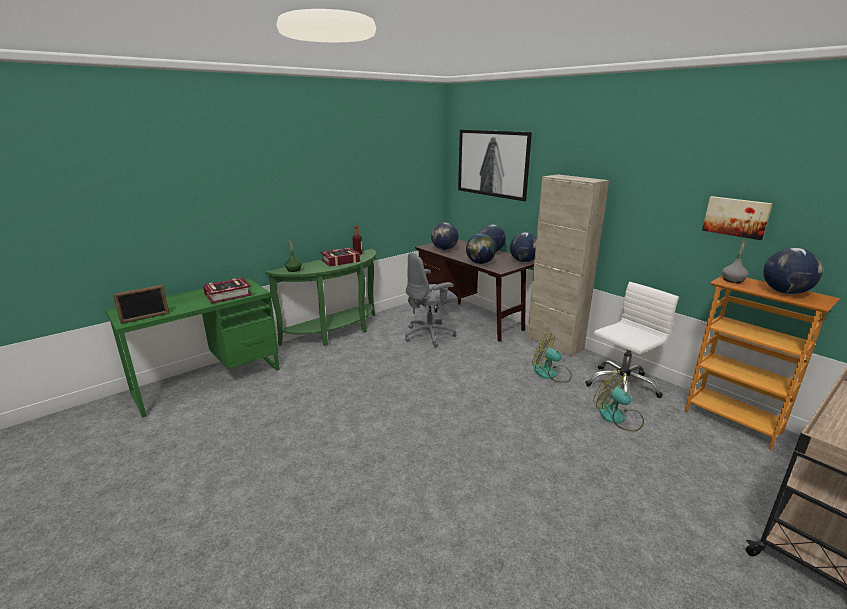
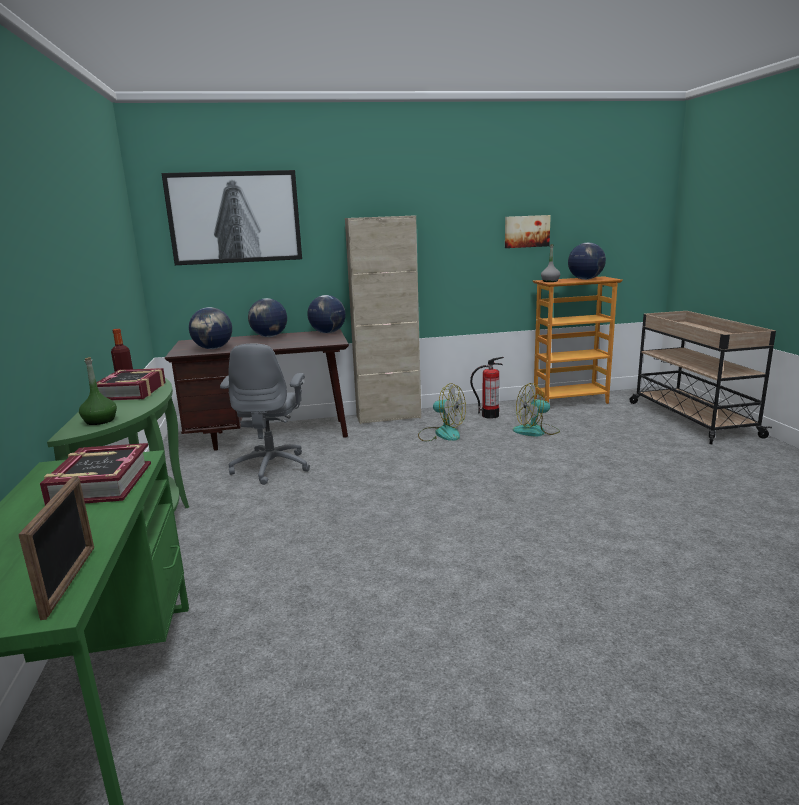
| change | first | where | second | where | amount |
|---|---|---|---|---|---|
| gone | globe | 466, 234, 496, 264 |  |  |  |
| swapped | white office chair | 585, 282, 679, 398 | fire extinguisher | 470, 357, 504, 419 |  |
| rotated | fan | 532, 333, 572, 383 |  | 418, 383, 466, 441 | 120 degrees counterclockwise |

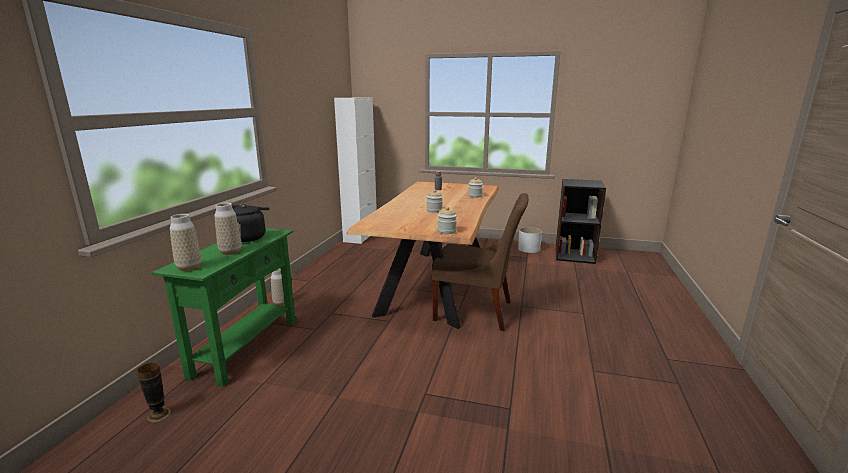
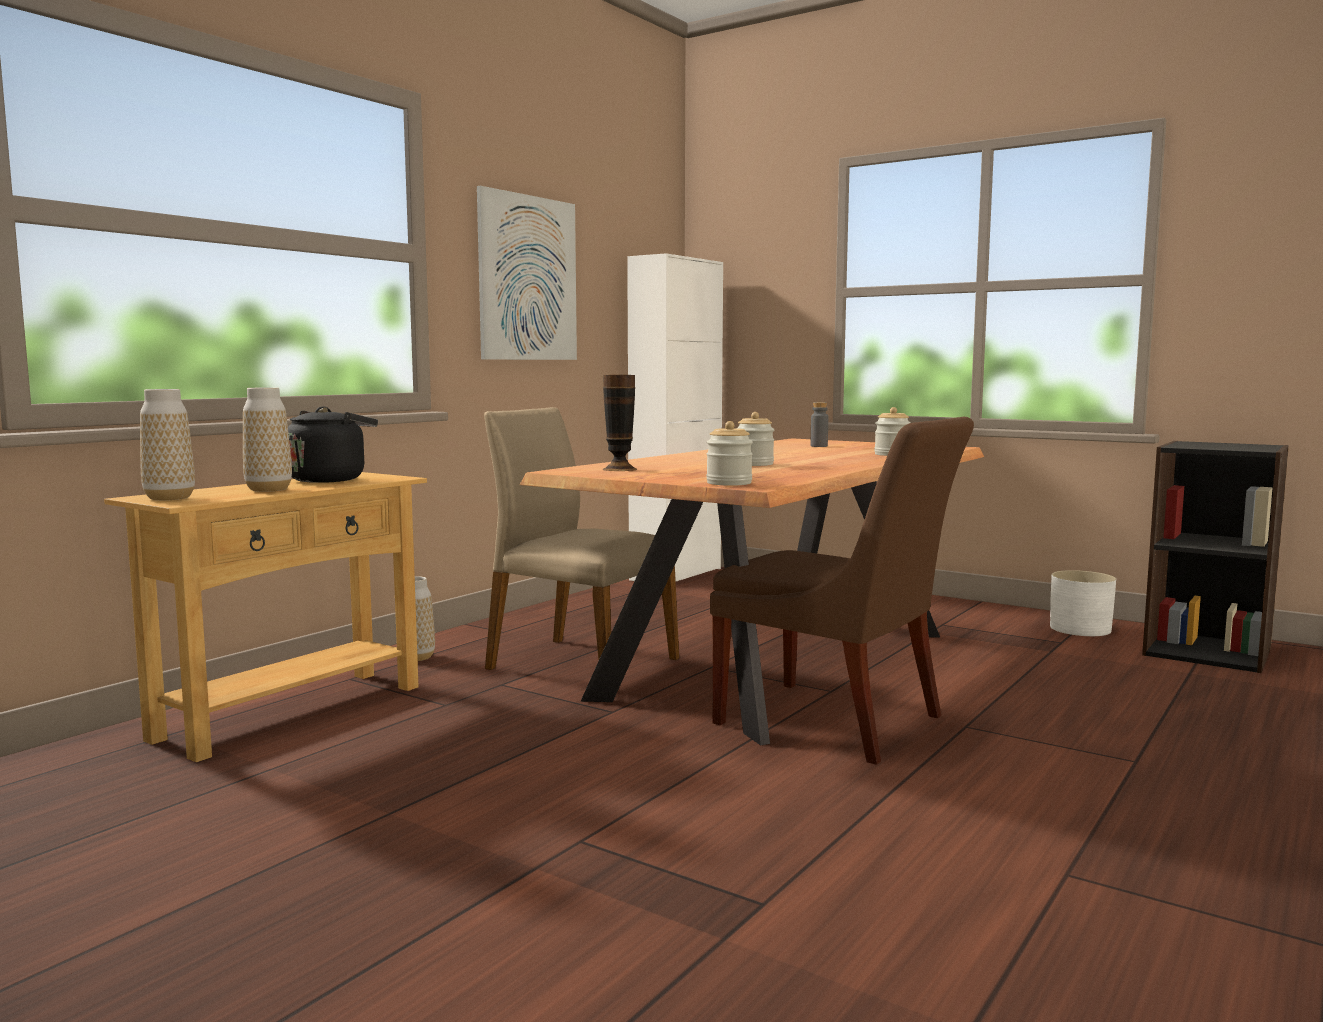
| change | first | where | second | where | amount |
|---|---|---|---|---|---|
| new |  |  | picture | 477, 186, 577, 360 |  |
| new |  |  | beige chair | 484, 407, 679, 670 |  |
| shifted | vase | 137, 363, 171, 422 |  | 602, 375, 637, 471 |  |
| repainted | green console table | 152, 228, 296, 387 | beige console table | 104, 472, 427, 762 |  |

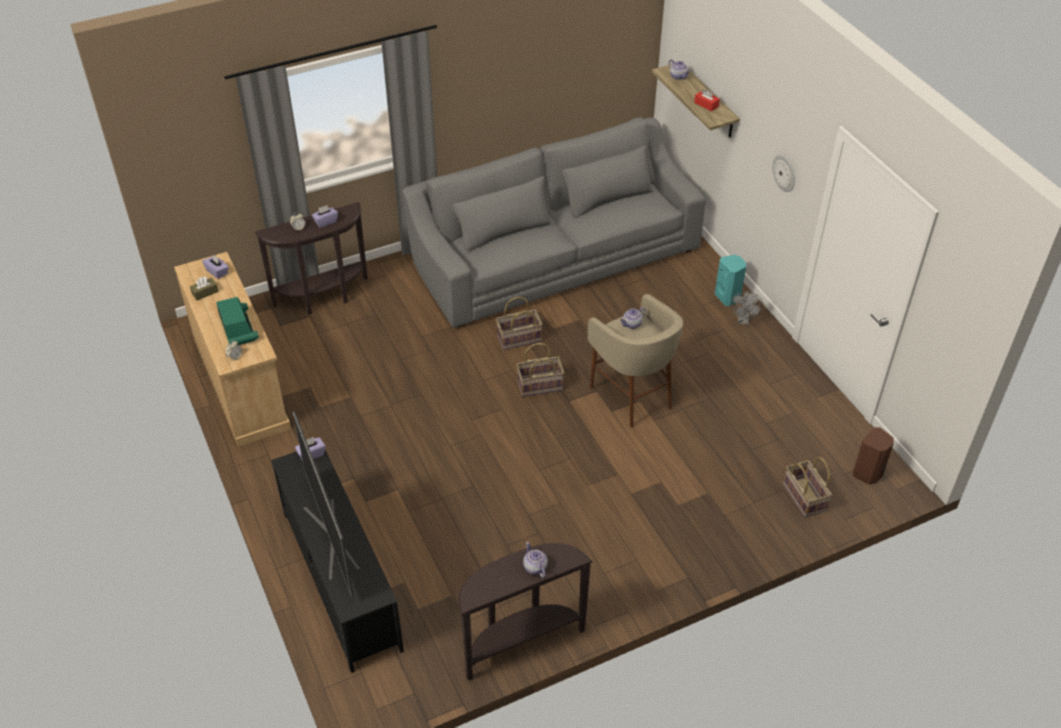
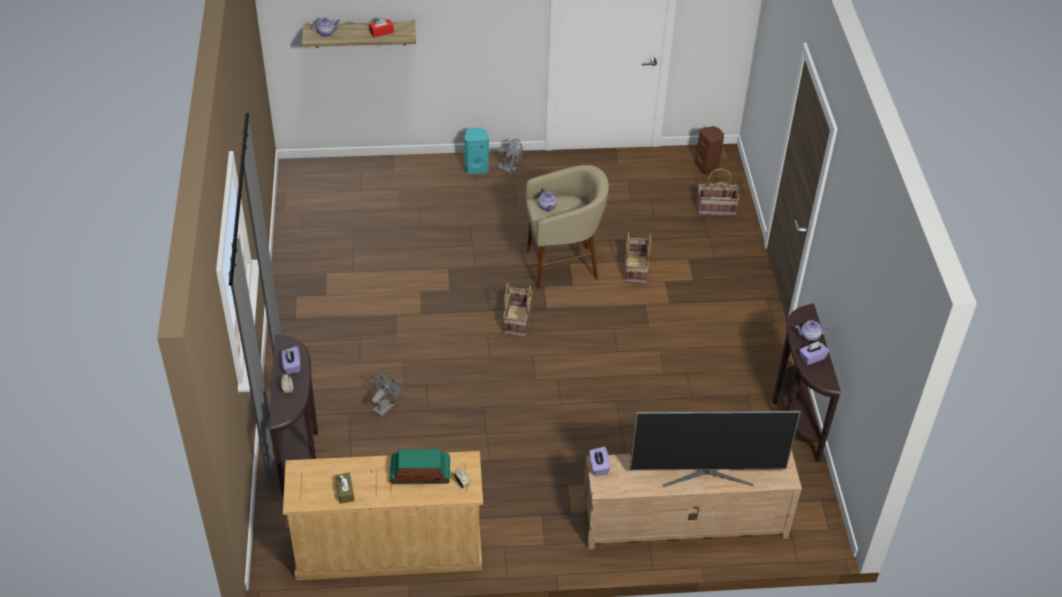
| change | first | where | second | where | amount |
|---|---|---|---|---|---|
| gone | grey sofa | 402, 117, 706, 328 |  |  |  |
| gone | wall clock | 772, 155, 795, 192 |  |  |  |
| new |  |  | grey fan | 371, 373, 402, 417 |  |
| shifted | purple tissue box | 202, 254, 229, 279 |  | 799, 341, 829, 365 |  |
| shifted | basket | 496, 297, 543, 350 |  | 625, 232, 651, 284 |  |
| repainted | black tv stand | 271, 450, 404, 673 | beige tv stand | 582, 449, 802, 550 |  |

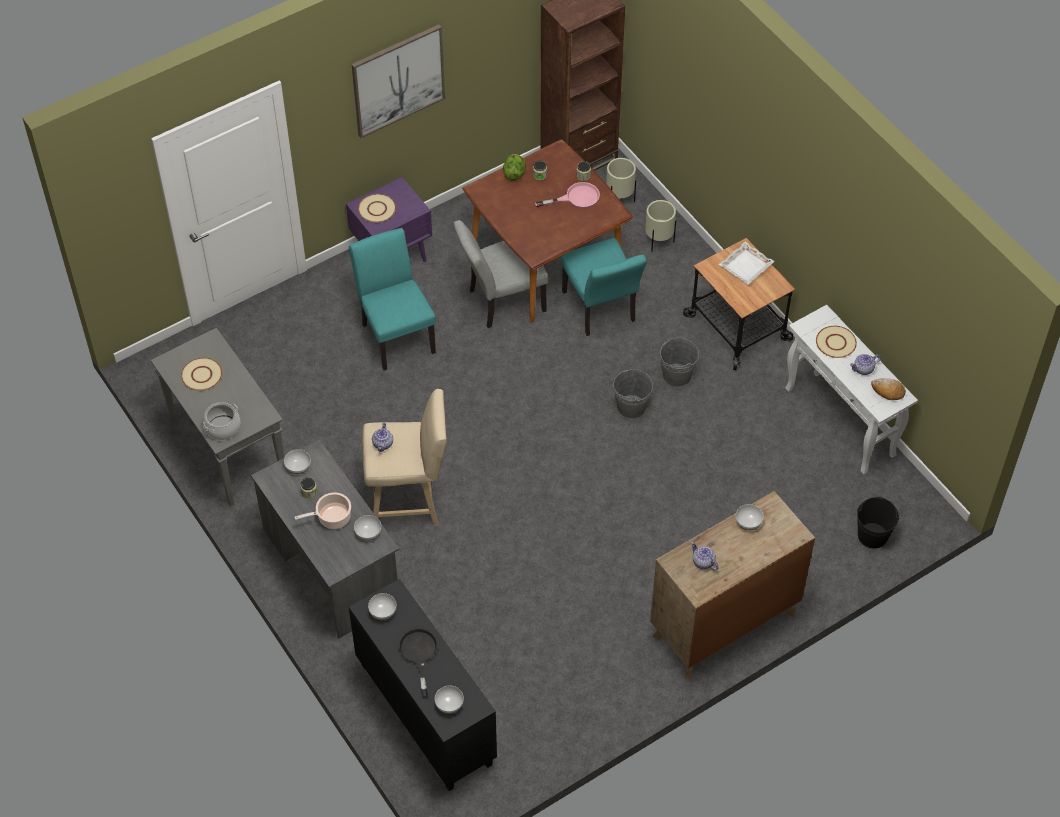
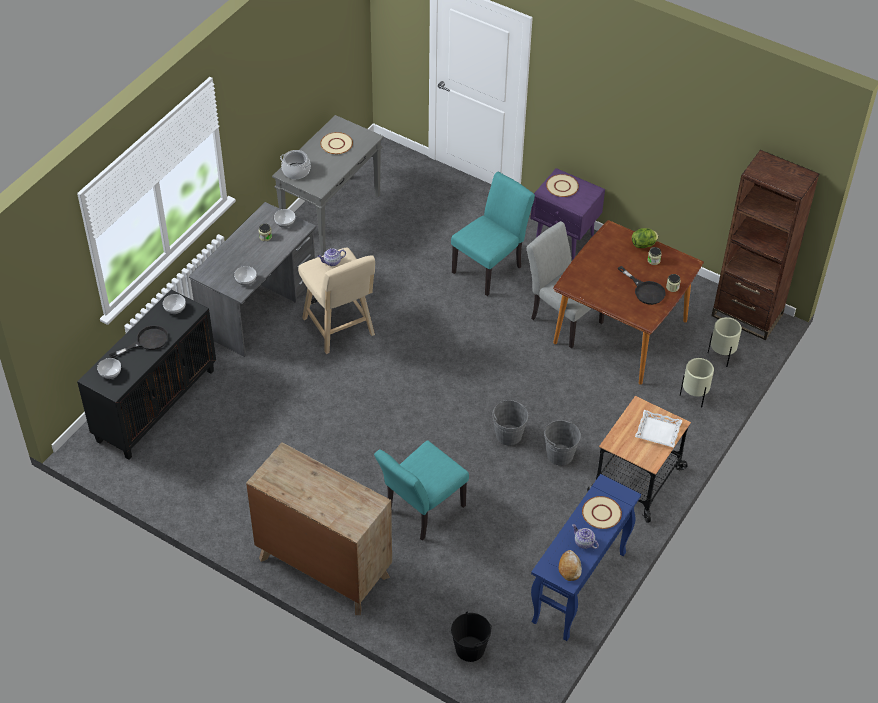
| change | first | where | second | where | amount |
|---|---|---|---|---|---|
| gone | cooking pot | 294, 492, 351, 529 |  |  |  |
| gone | picture | 352, 24, 445, 138 |  |  |  |
| gone | teapot | 691, 541, 719, 570 |  |  |  |
| gone | bowl | 736, 504, 764, 530 |  |  |  |
| shifted | turquoise chair | 561, 238, 647, 336 |  | 374, 440, 469, 541 |  |
| repainted | pink frying pan | 535, 182, 600, 208 | black frying pan | 618, 266, 665, 305 |  |
| repainted | white console table | 785, 305, 918, 475 | blue console table | 531, 474, 641, 641 |  |

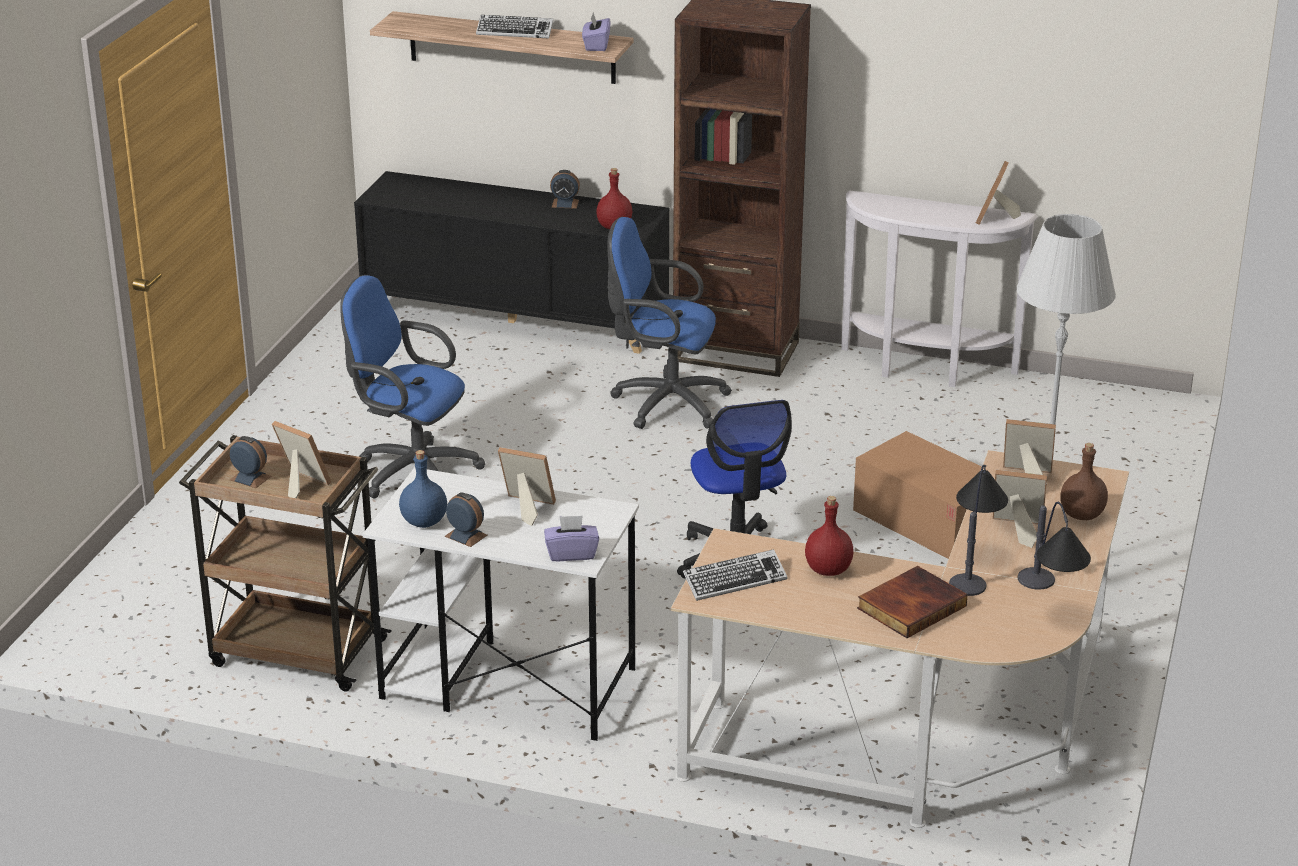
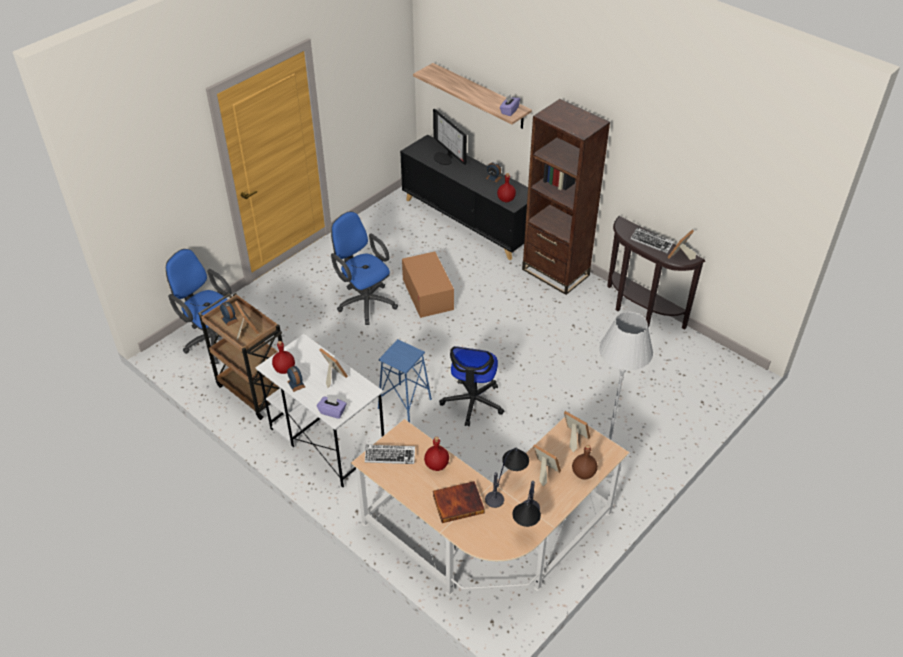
| change | first | where | second | where | amount |
|---|---|---|---|---|---|
| new |  |  | blue stool | 378, 339, 432, 423 |  |
| new |  |  | monitor | 433, 109, 467, 165 |  |
| shifted | keyboard | 476, 15, 553, 38 |  | 630, 227, 674, 253 |  |
| shifted | blue office chair | 607, 217, 732, 429 |  | 166, 249, 232, 364 |  |
| shifted | cardboard box | 853, 431, 982, 559 |  | 402, 251, 454, 318 |  |
| repainted | blue bottle | 399, 450, 447, 528 | red bottle | 272, 341, 295, 374 |  |
| repainted | white console table | 841, 190, 1038, 387 | brown console table | 607, 216, 705, 330 |  |

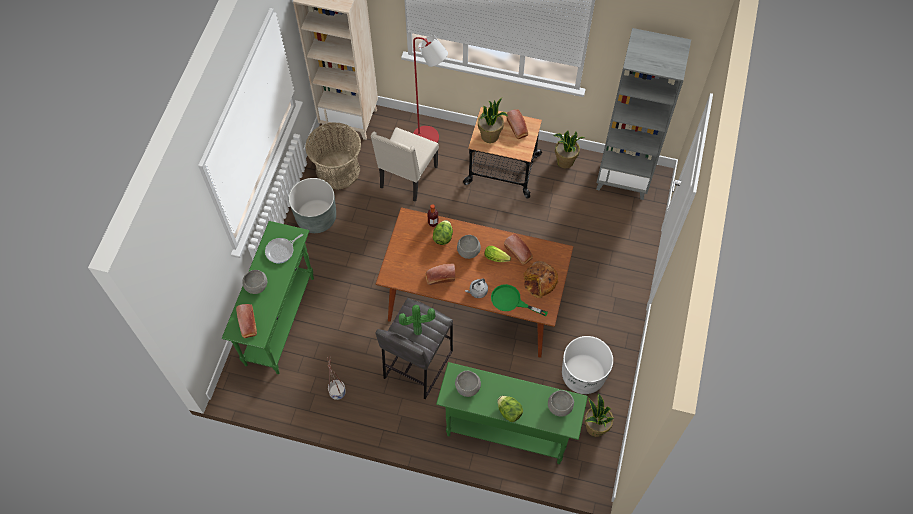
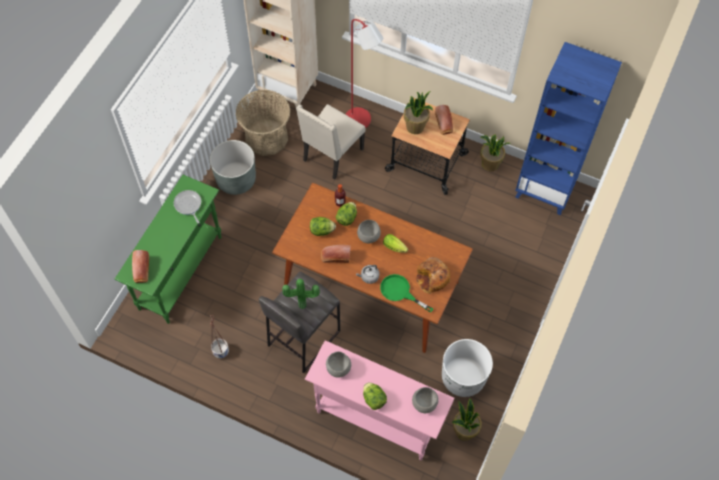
| change | first | where | second | where | amount |
|---|---|---|---|---|---|
| gone | grey bowl | 242, 270, 267, 294 |  |  |  |
| gone | bread | 504, 234, 533, 265 |  |  |  |
| new |  |  | lettuce | 310, 217, 336, 236 |  |
| repainted | green console table | 436, 362, 588, 464 | pink console table | 305, 340, 455, 461 |  |
| repainted | grey bookcase | 596, 28, 691, 200 | blue bookcase | 515, 42, 622, 215 |  |
| rotated | frying pan | 265, 234, 303, 263 |  | 174, 190, 201, 223 | 90 degrees clockwise |

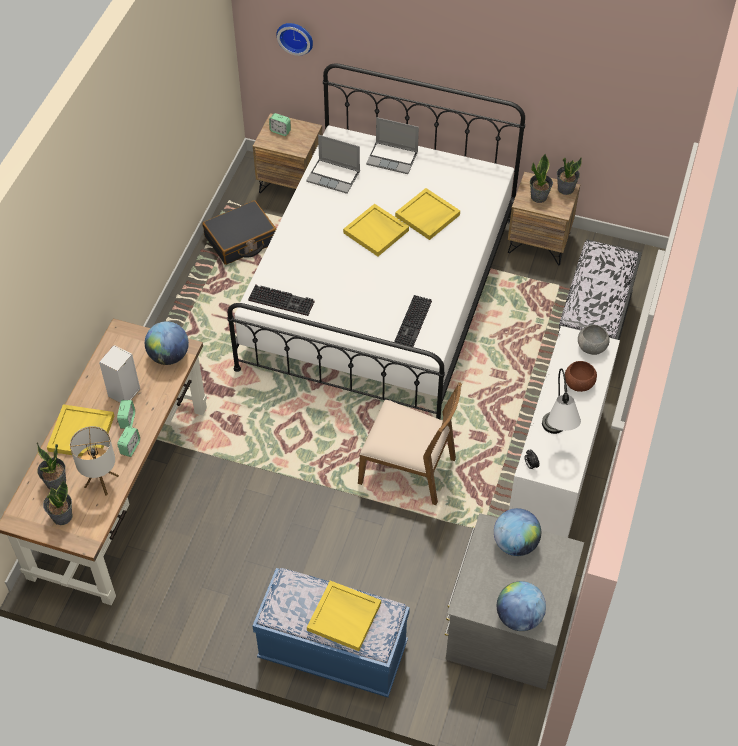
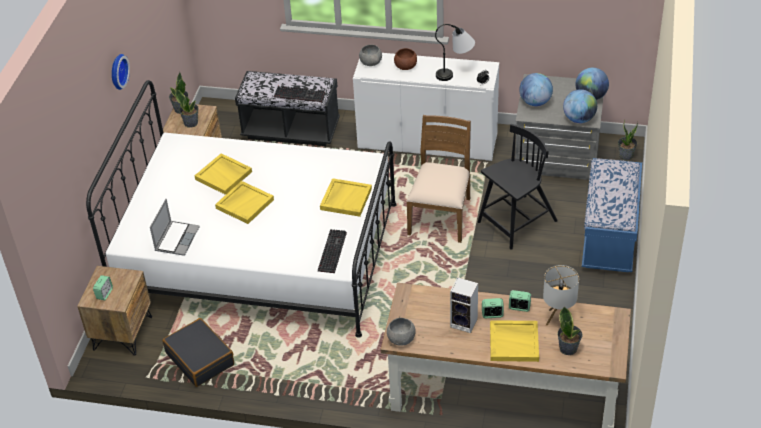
| change | first | where | second | where | amount |
|---|---|---|---|---|---|
| gone | laptop | 366, 117, 419, 174 |  |  |  |
| new |  |  | grey bowl | 387, 318, 416, 346 |  |
| new |  |  | black chair | 478, 124, 558, 250 |  |
| shifted | potted plant | 43, 480, 73, 525 |  | 618, 120, 638, 160 |  |
| shifted | globe | 145, 321, 189, 365 |  | 563, 89, 597, 123 |  |
| shifted | wall clock | 276, 23, 313, 56 |  | 112, 54, 130, 90 |  |
| shifted | yellow tray | 307, 581, 381, 651 |  | 320, 178, 372, 217 |  |
| shifted | keyboard | 394, 295, 432, 347 |  | 274, 86, 325, 102 |  |

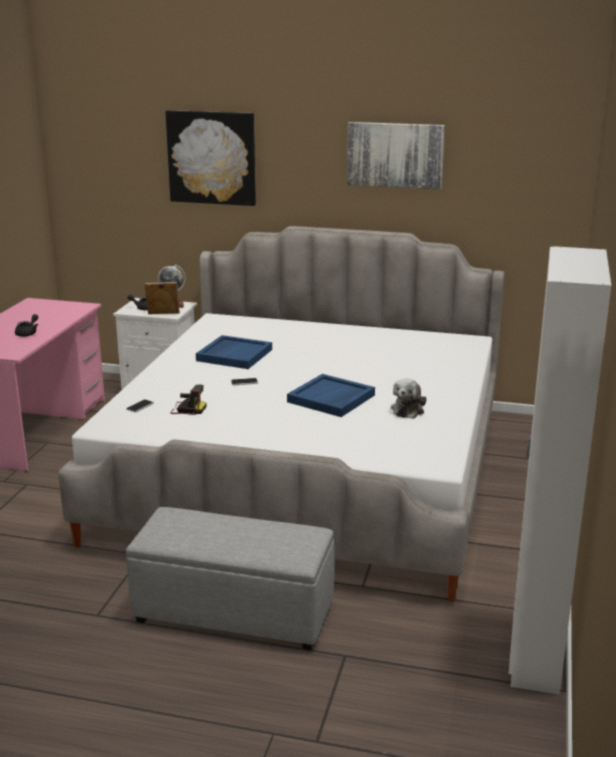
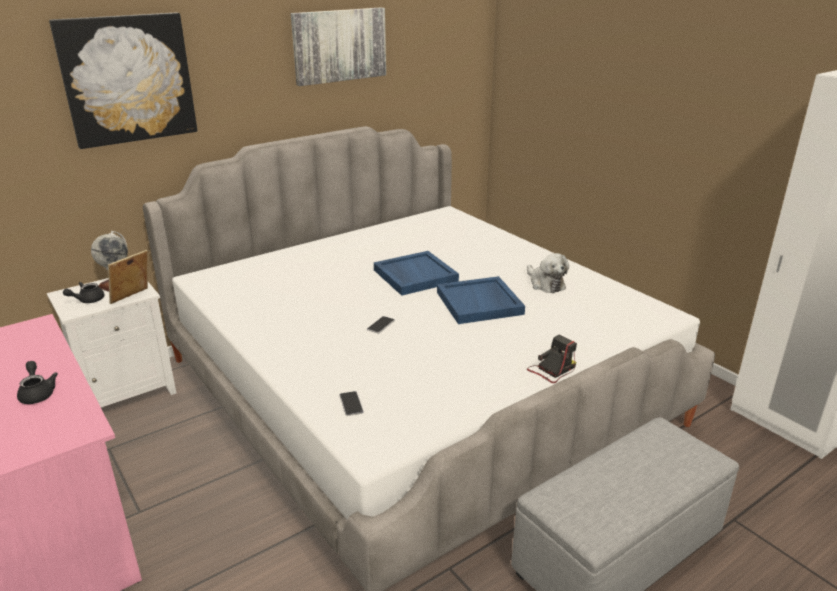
| change | first | where | second | where | amount |
|---|---|---|---|---|---|
| shifted | photo camera | 171, 385, 207, 415 |  | 527, 334, 577, 383 |  |
| shifted | blue tray | 196, 335, 272, 369 |  | 374, 251, 459, 296 |  |

